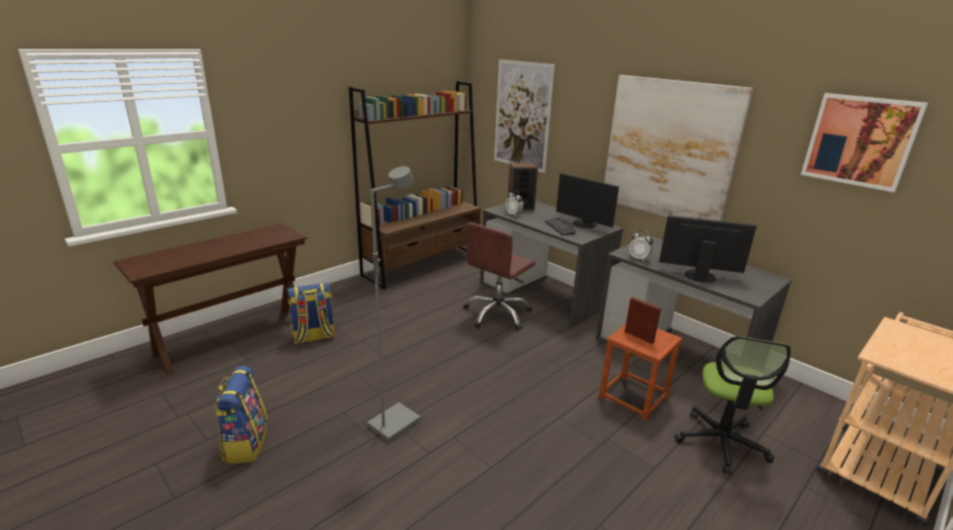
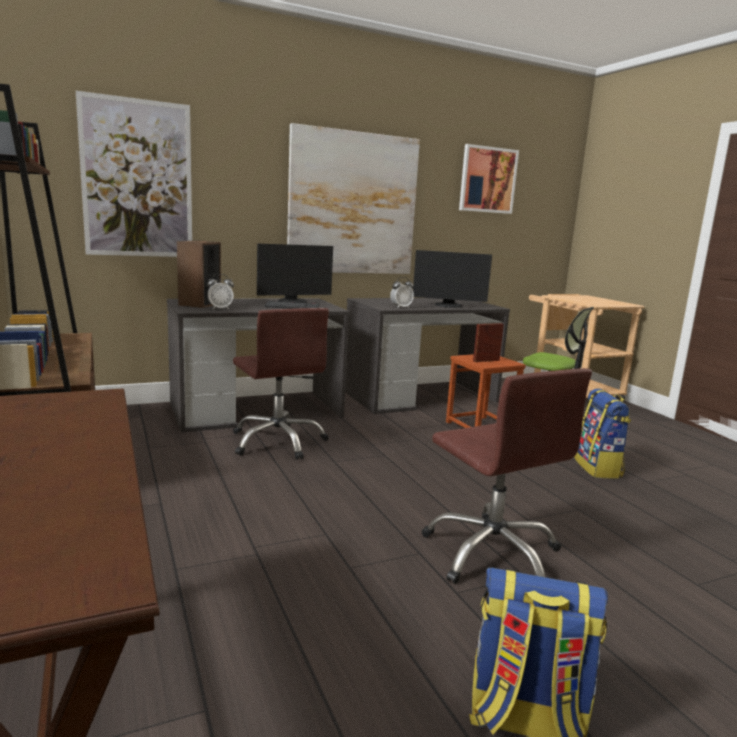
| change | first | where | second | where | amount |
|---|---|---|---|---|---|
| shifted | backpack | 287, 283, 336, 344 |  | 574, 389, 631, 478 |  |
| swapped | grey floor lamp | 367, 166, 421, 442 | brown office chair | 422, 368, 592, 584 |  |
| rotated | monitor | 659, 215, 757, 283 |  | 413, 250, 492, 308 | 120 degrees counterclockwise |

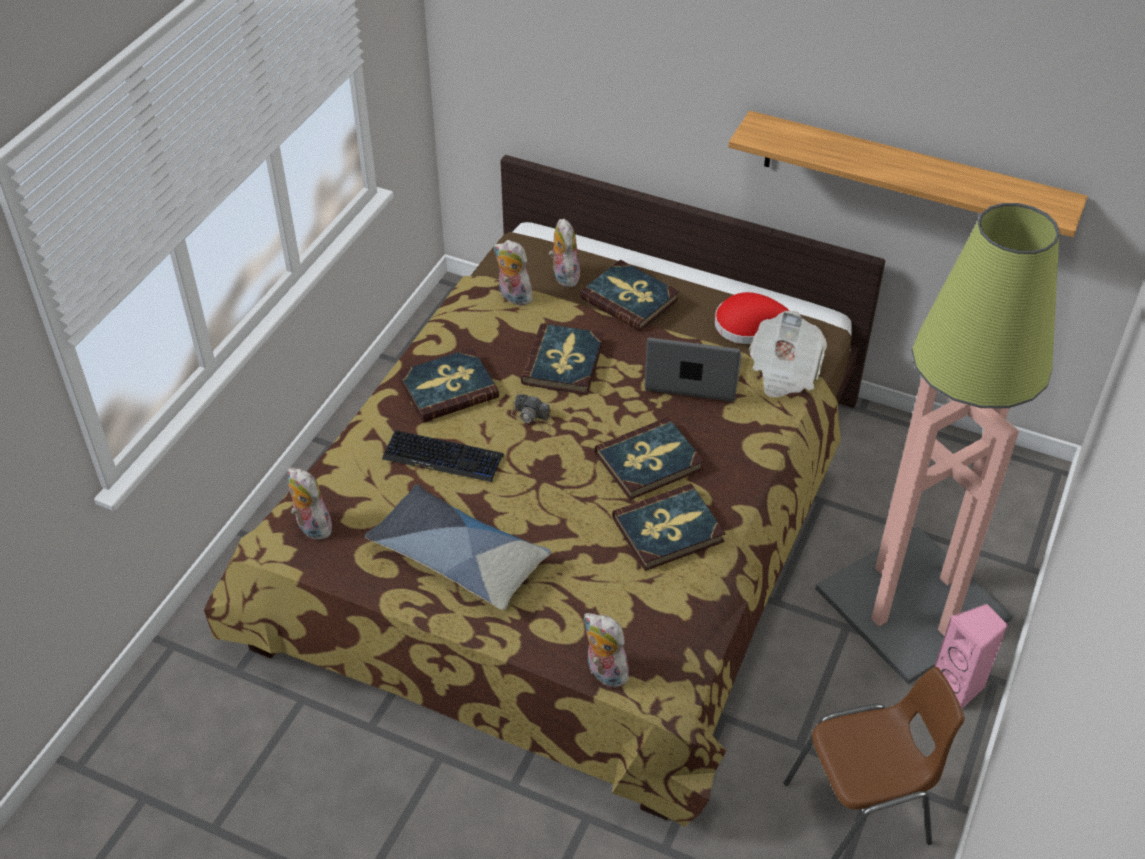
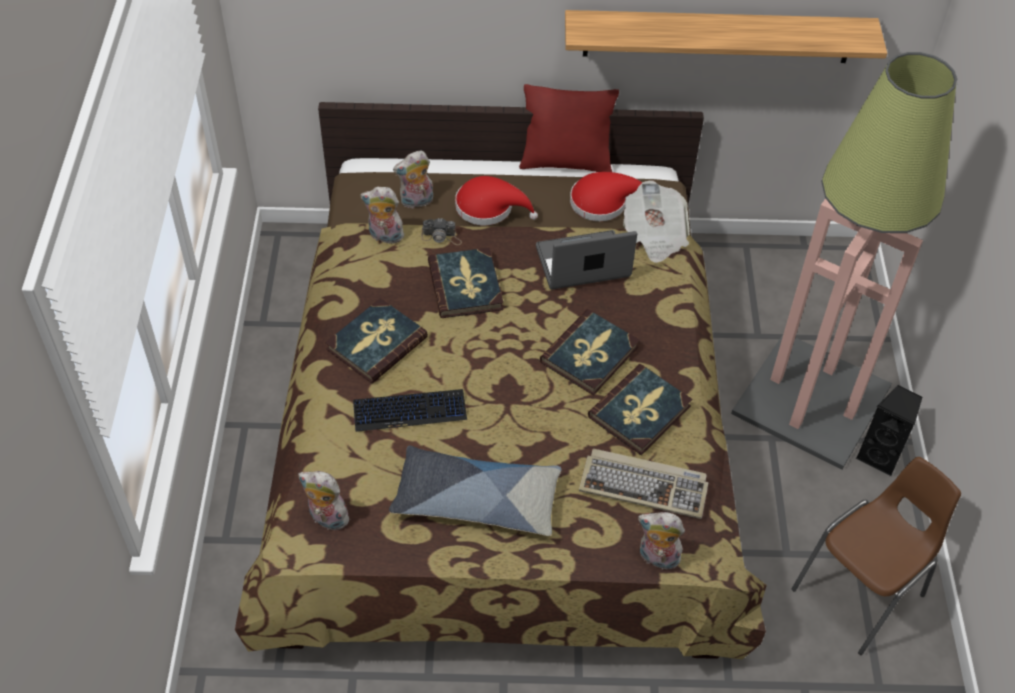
| change | first | where | second | where | amount |
|---|---|---|---|---|---|
| new |  |  | red pillow | 519, 84, 619, 172 |  |
| new |  |  | keyboard | 579, 449, 708, 519 |  |
| shifted | photo camera | 511, 394, 551, 431 |  | 422, 218, 462, 245 |  |
| swapped | book | 580, 260, 679, 331 | red hat | 455, 176, 538, 225 |  |
| repainted | pink speaker | 934, 604, 1008, 709 | black speaker | 856, 385, 922, 476 |  |
| rotated | plush toy | 549, 219, 580, 287 |  | 393, 150, 433, 209 | 75 degrees counterclockwise |

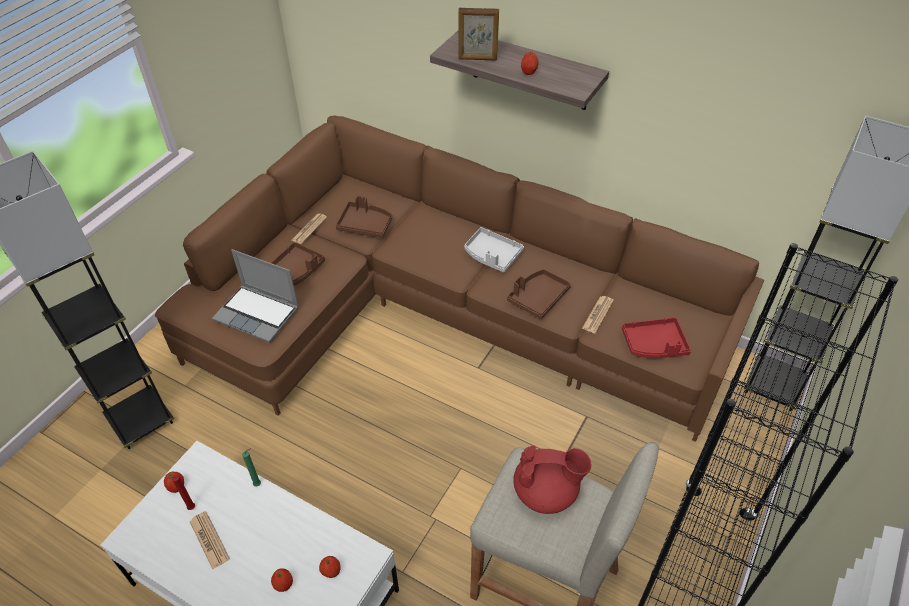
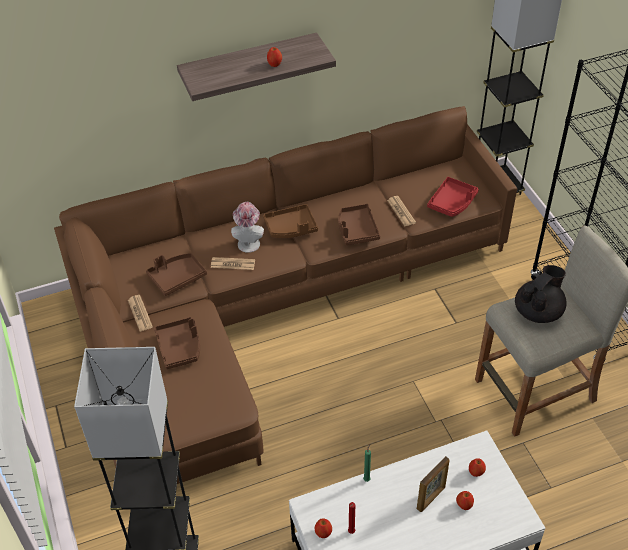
| change | first | where | second | where | amount |
|---|---|---|---|---|---|
| gone | laptop | 212, 249, 299, 343 |  |  |  |
| new |  |  | hat | 231, 202, 264, 253 |  |
| shifted | newspaper | 190, 511, 230, 569 |  | 211, 257, 255, 270 |  |
| shifted | picture frame | 458, 8, 499, 61 |  | 417, 456, 450, 512 |  |
| repainted | grey tray | 464, 227, 524, 273 | brown tray | 263, 204, 318, 238 |  |
| repainted | red teapot | 513, 445, 591, 514 | black teapot | 515, 265, 567, 323 |  |

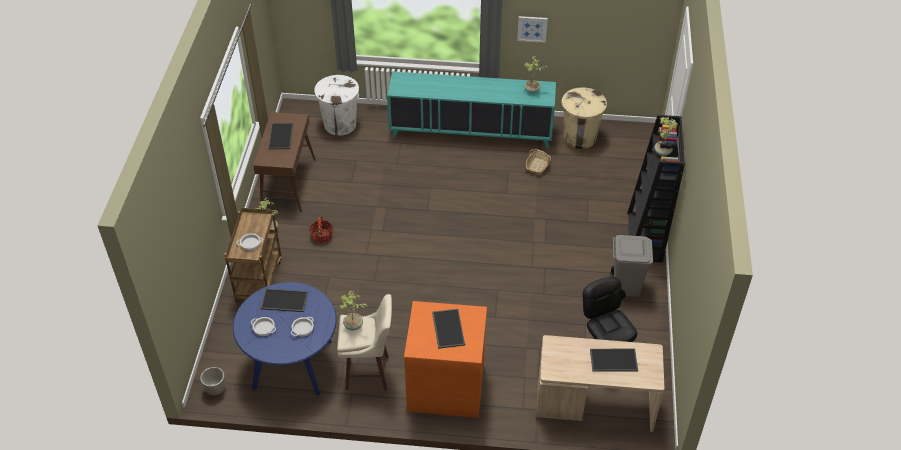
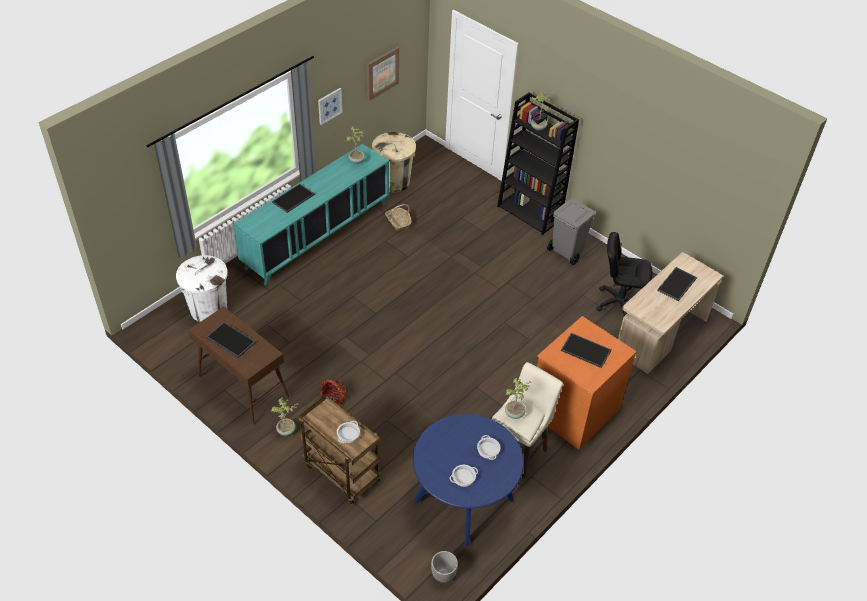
| change | first | where | second | where | amount |
|---|---|---|---|---|---|
| new |  |  | picture | 367, 47, 399, 101 |  |
| shifted | tray | 261, 289, 308, 312 |  | 272, 184, 315, 213 |  |

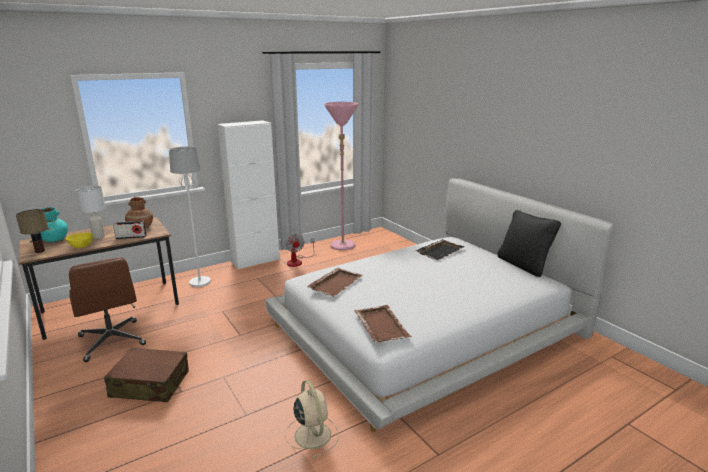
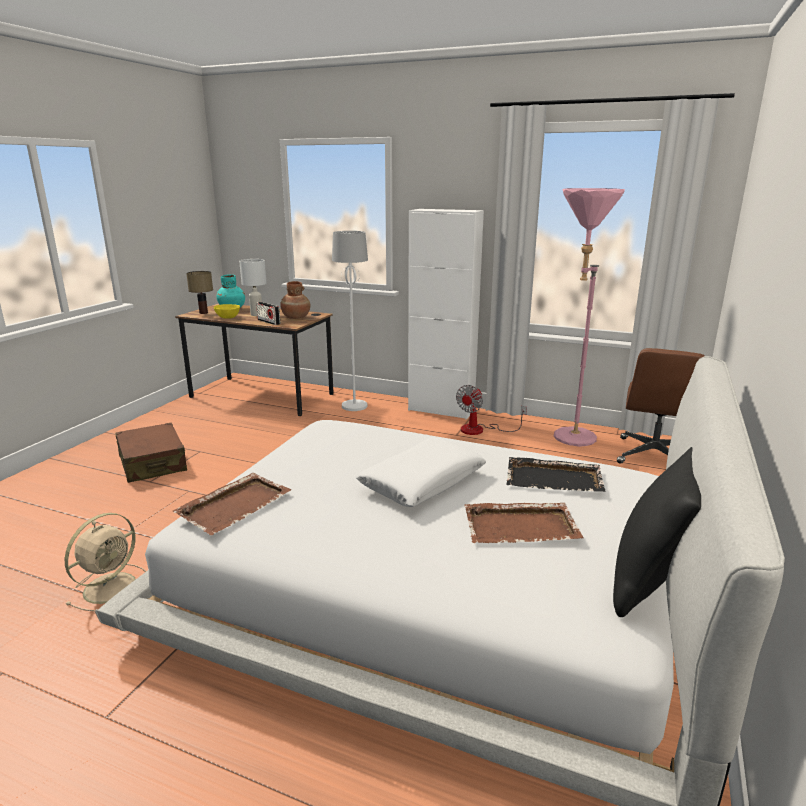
| change | first | where | second | where | amount |
|---|---|---|---|---|---|
| new |  |  | white pillow | 355, 437, 486, 507 |  |
| shifted | brown office chair | 69, 257, 146, 362 |  | 617, 348, 704, 464 |  |
| shifted | brown tray | 307, 268, 362, 297 |  | 465, 503, 583, 543 |  |

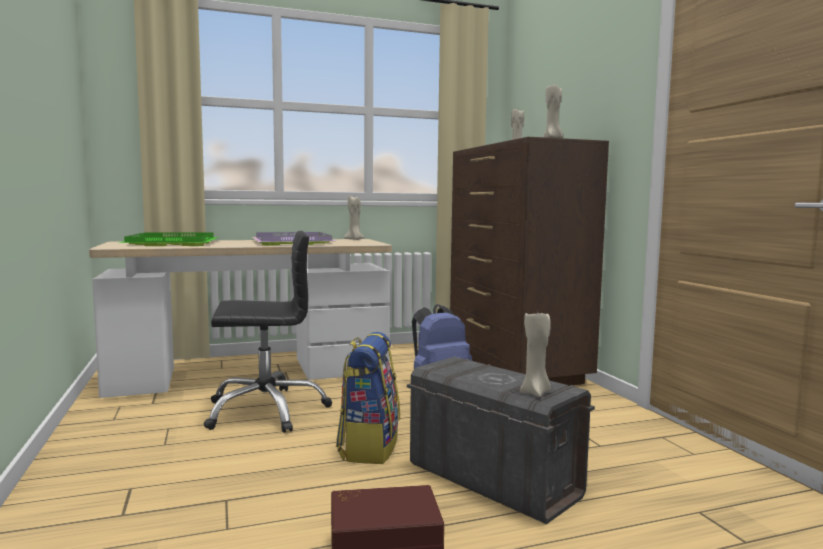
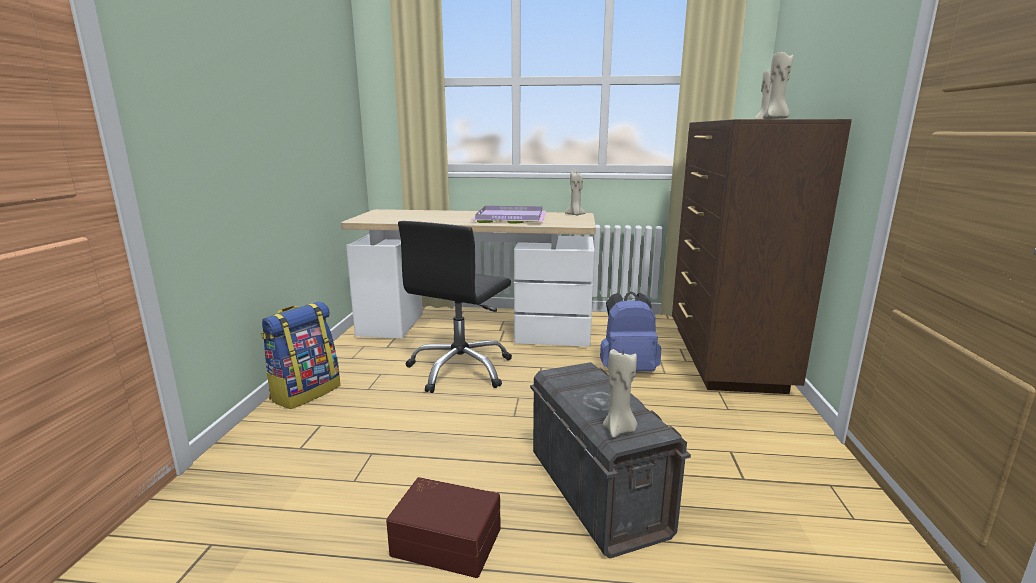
| change | first | where | second | where | amount |
|---|---|---|---|---|---|
| gone | green tray | 118, 232, 219, 246 |  |  |  |
| shifted | backpack | 336, 332, 400, 464 |  | 261, 302, 340, 409 |  |
| rotated | black office chair | 204, 231, 332, 433 |  | 398, 221, 512, 393 | 105 degrees clockwise |

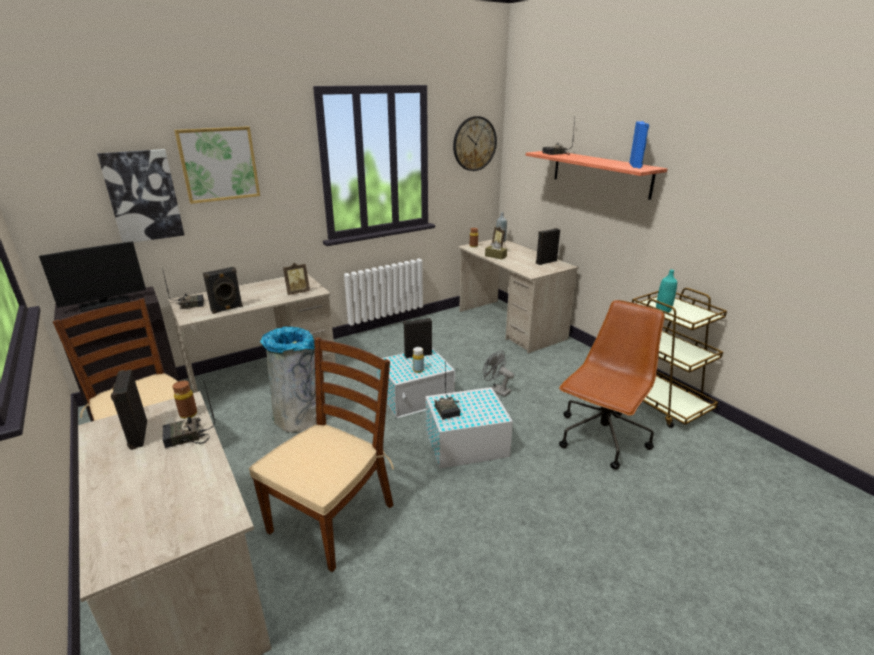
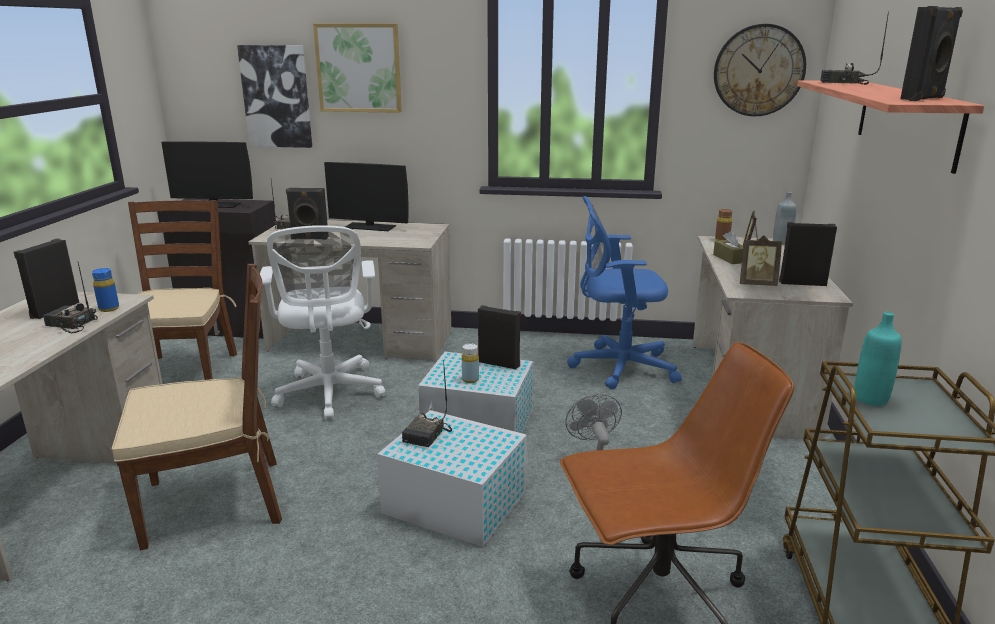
| change | first | where | second | where | amount |
|---|---|---|---|---|---|
| new |  |  | monitor | 324, 162, 409, 231 |  |
| new |  |  | blue office chair | 567, 196, 682, 390 |  |
| shifted | picture frame | 283, 263, 310, 295 |  | 740, 235, 782, 286 |  |
| swapped | grey trash can | 260, 326, 316, 432 | white office chair | 260, 225, 386, 420 |  |
| repainted | brown bottle | 173, 381, 197, 419 | blue bottle | 92, 268, 119, 312 |  |
| repainted | blue speaker | 629, 121, 649, 168 | black speaker | 900, 6, 963, 101 |  |

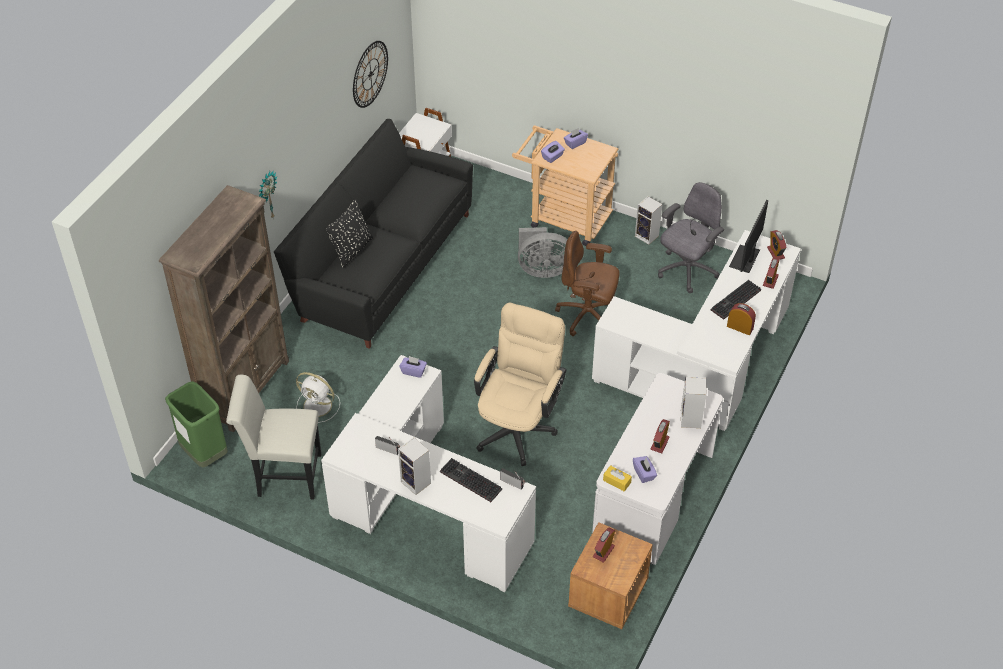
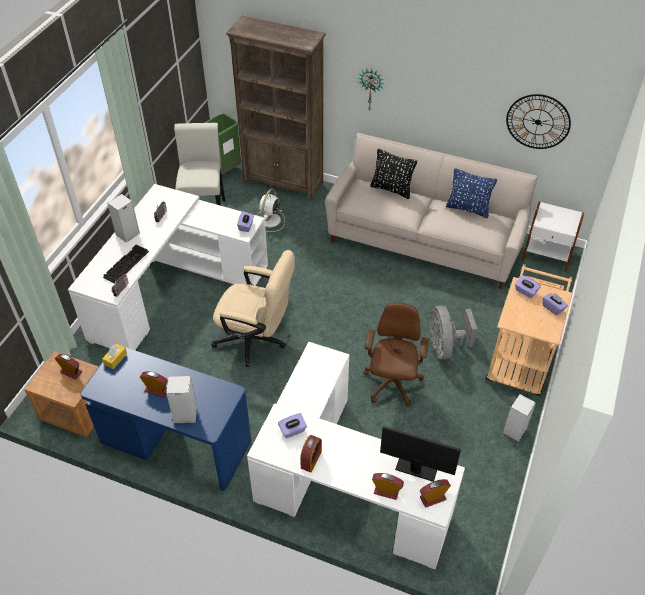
| change | first | where | second | where | amount |
|---|---|---|---|---|---|
| gone | grey office chair | 658, 182, 724, 293 |  |  |  |
| gone | keyboard | 711, 280, 761, 319 |  |  |  |
| new |  |  | blue pillow | 446, 168, 497, 218 |  |
| shifted | purple tissue box | 633, 456, 657, 483 |  | 278, 413, 307, 438 |  |
| repainted | black sofa | 274, 119, 473, 349 | beige sofa | 325, 133, 538, 289 |  |
| repainted | white desk | 592, 373, 723, 565 | blue desk | 80, 347, 251, 491 |  |

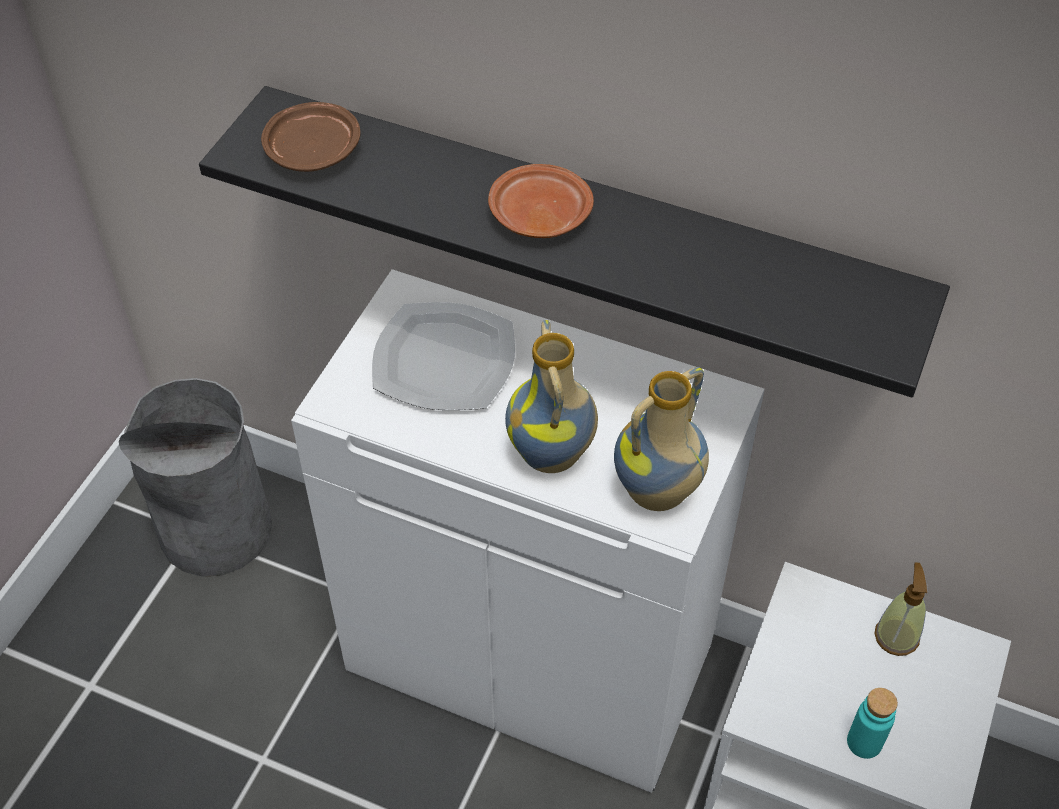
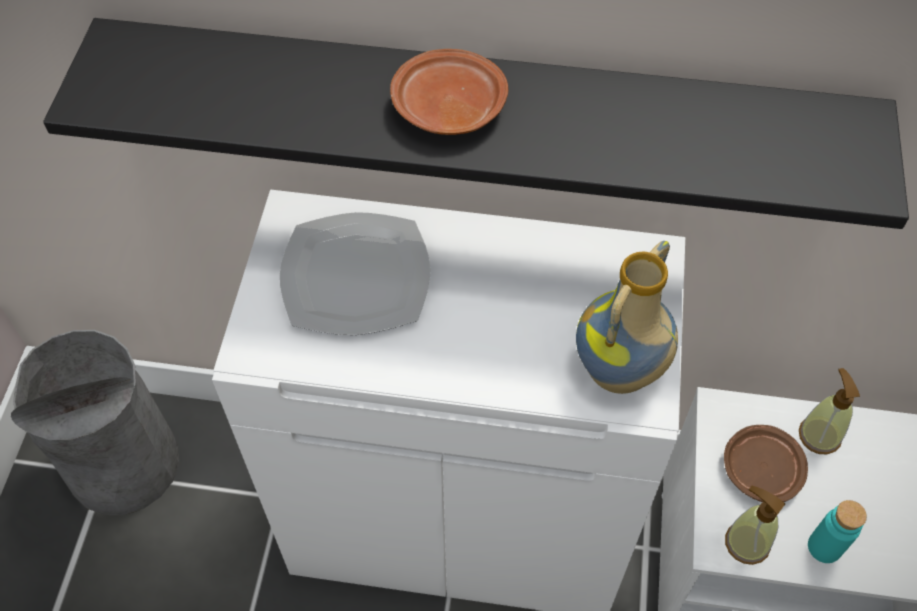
| change | first | where | second | where | amount |
|---|---|---|---|---|---|
| gone | vase | 505, 320, 598, 473 |  |  |  |
| new |  |  | soap dispenser | 725, 486, 785, 565 |  |
| shifted | brown plate | 261, 102, 361, 172 |  | 724, 425, 808, 502 |  |

